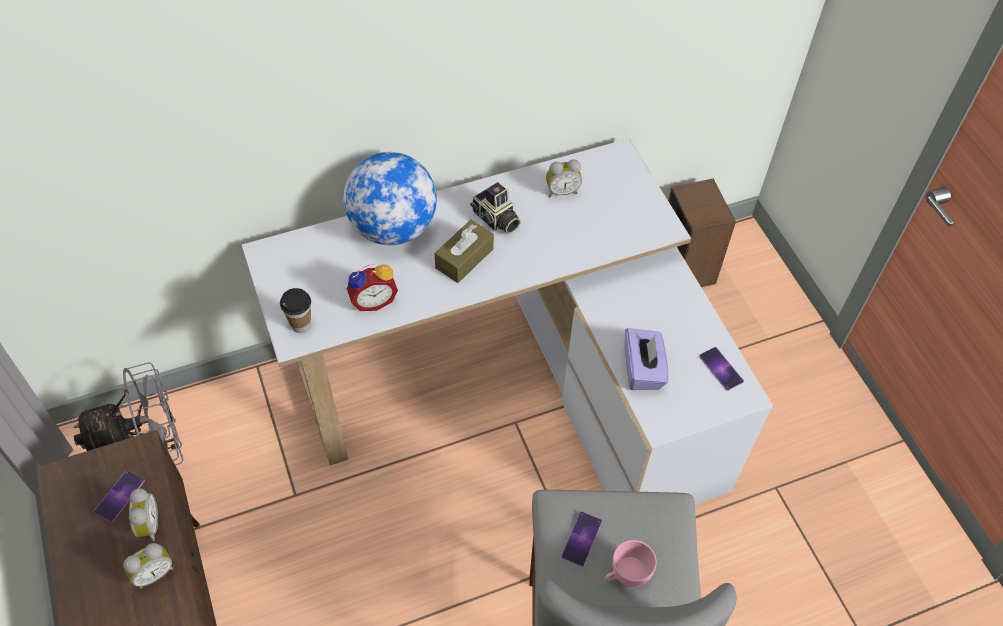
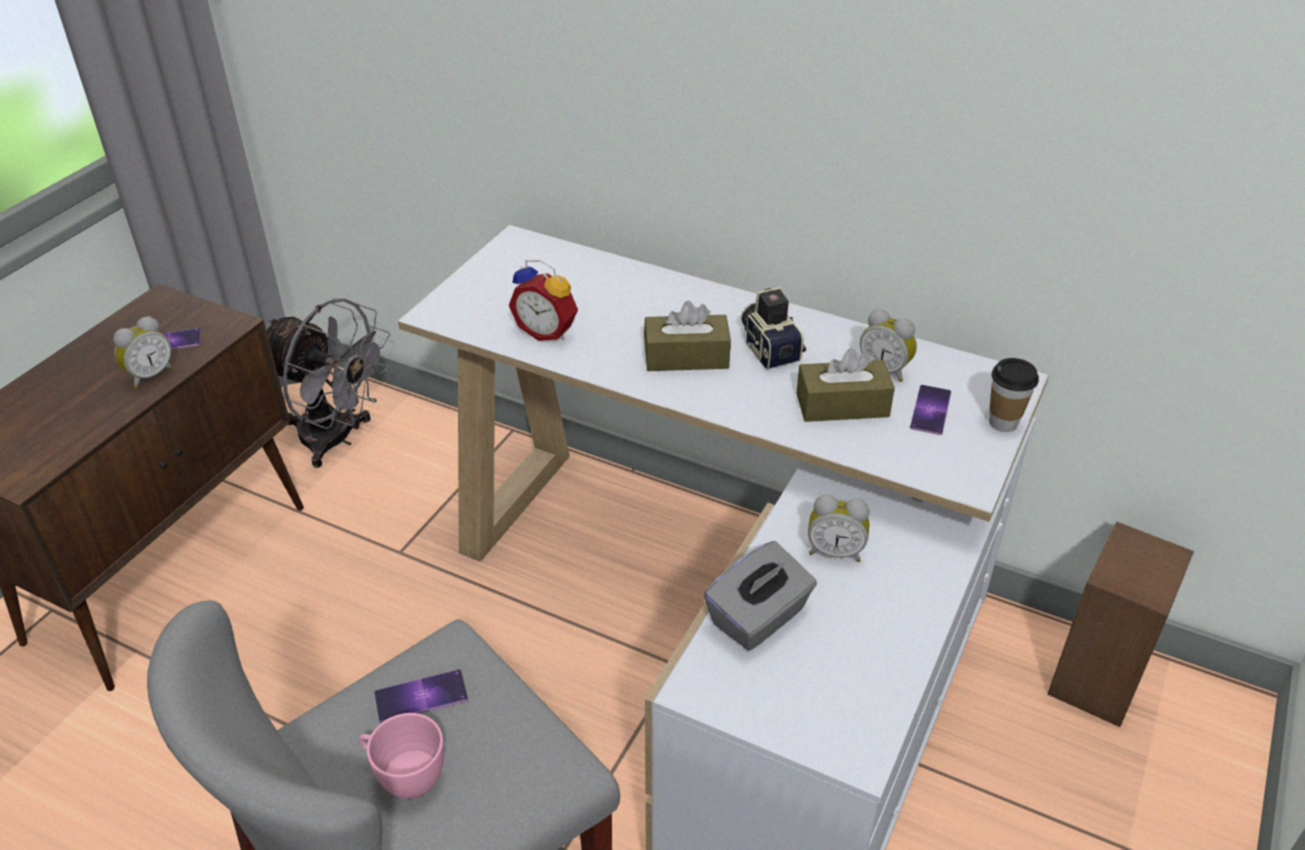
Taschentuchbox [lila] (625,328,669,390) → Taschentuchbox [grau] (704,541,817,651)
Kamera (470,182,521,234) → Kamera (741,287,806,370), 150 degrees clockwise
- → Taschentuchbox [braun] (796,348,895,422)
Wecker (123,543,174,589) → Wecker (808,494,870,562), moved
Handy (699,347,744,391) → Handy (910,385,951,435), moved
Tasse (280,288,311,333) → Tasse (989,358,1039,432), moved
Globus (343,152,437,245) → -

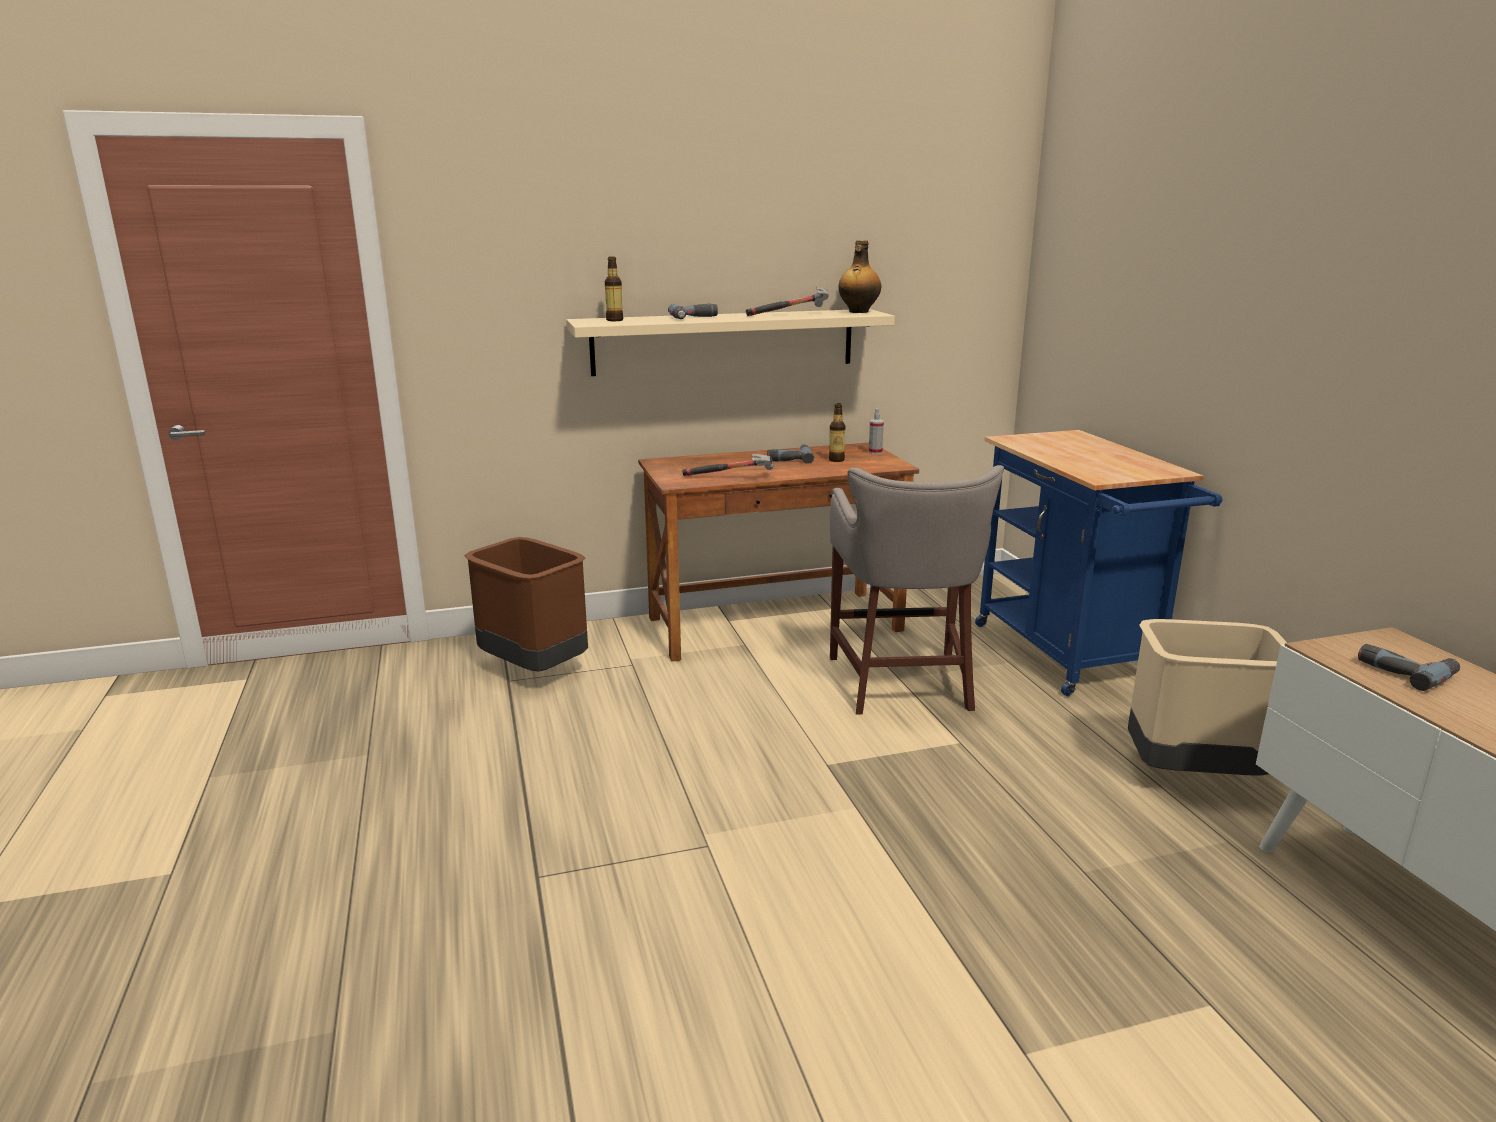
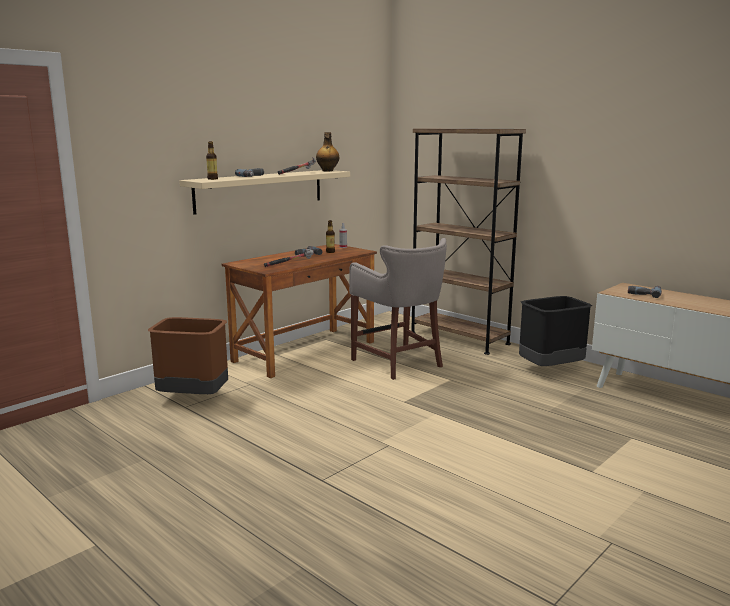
Rollwagen [blau] (975,430,1223,696) → Bücherregal [braun] (411,128,526,355)
Mülleimer [beige] (1128,619,1287,775) → Mülleimer [schwarz] (519,296,592,366)

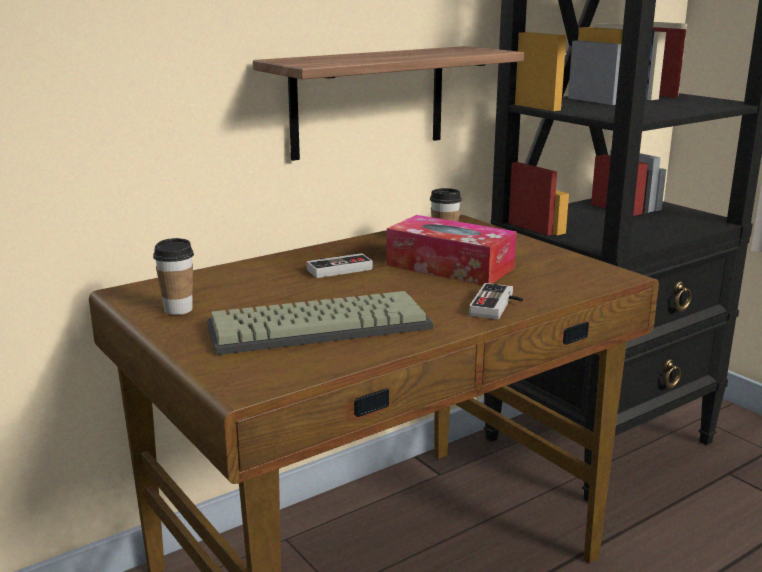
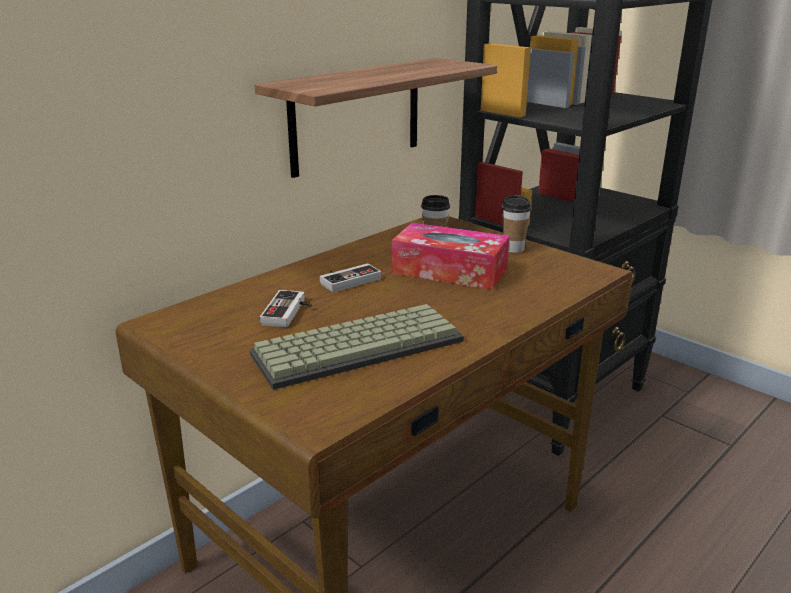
Gamepad (469,283,523,319) → Gamepad (260,290,312,327), moved
Tasse (153,238,194,315) → Tasse (502,195,532,253), moved

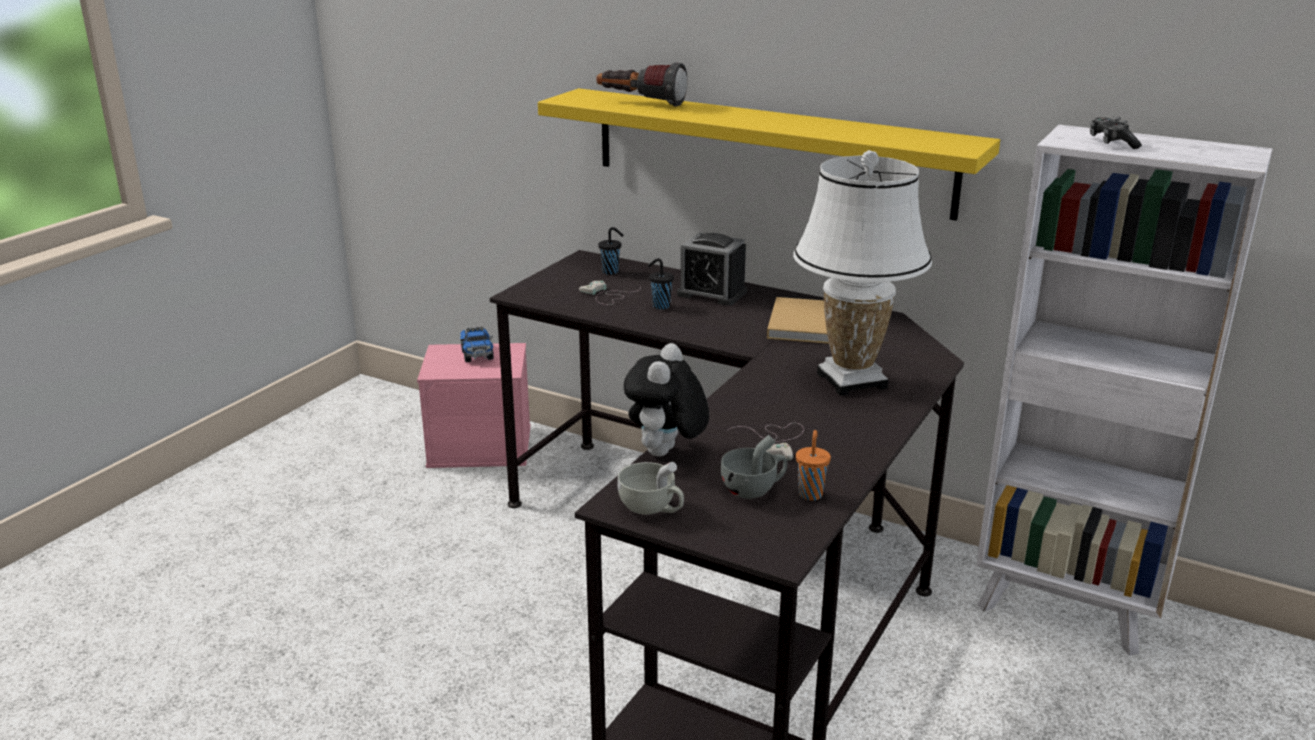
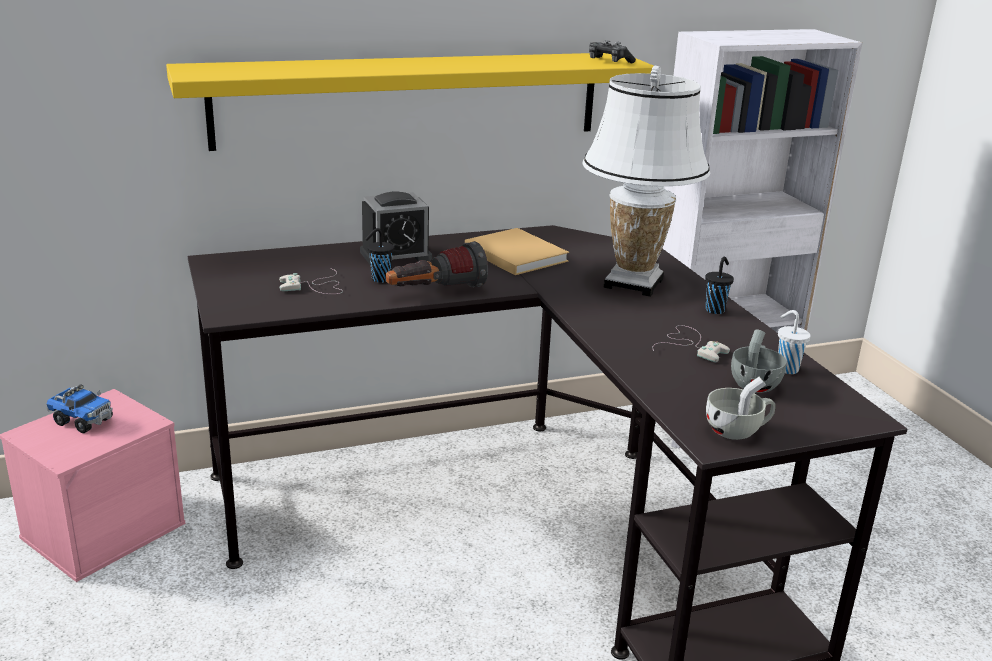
Taschenlampe (596,62,687,106) → Taschenlampe (385,241,488,287), moved
Gamepad (1090,117,1142,149) → Gamepad (589,40,636,63), moved
Tasse [schwarz] (598,227,624,275) → Tasse [schwarz] (705,257,734,314), moved
Tasse [orange] (796,430,831,501) → Tasse [weiß] (778,310,811,374)
Plüschtier (624,343,709,457) → -

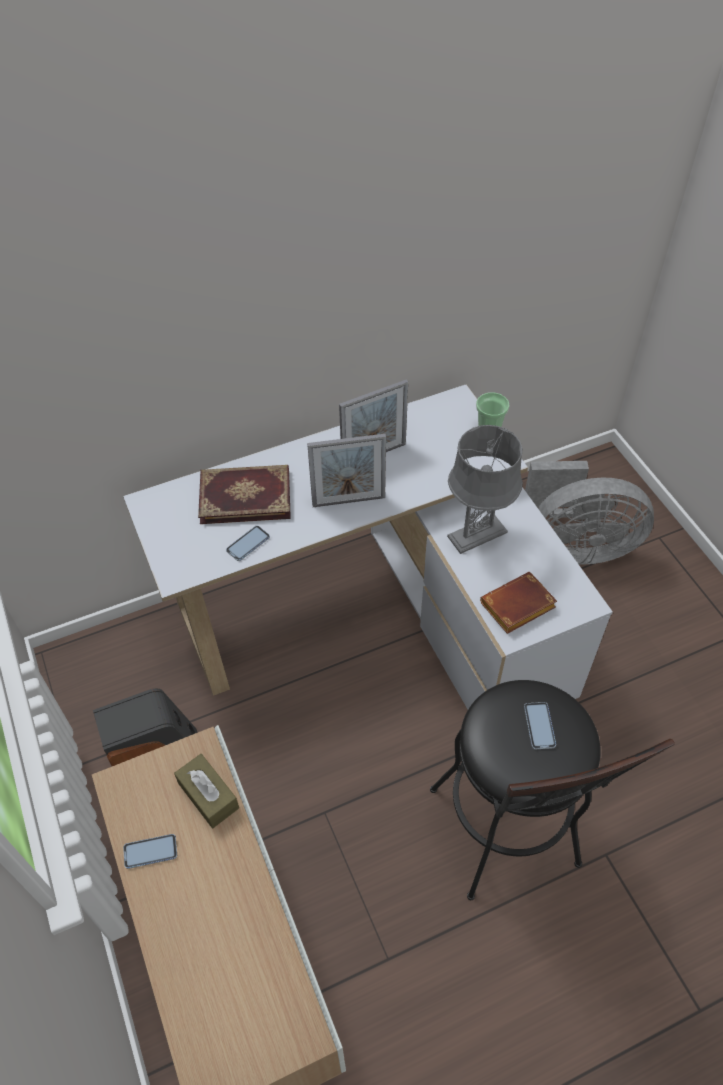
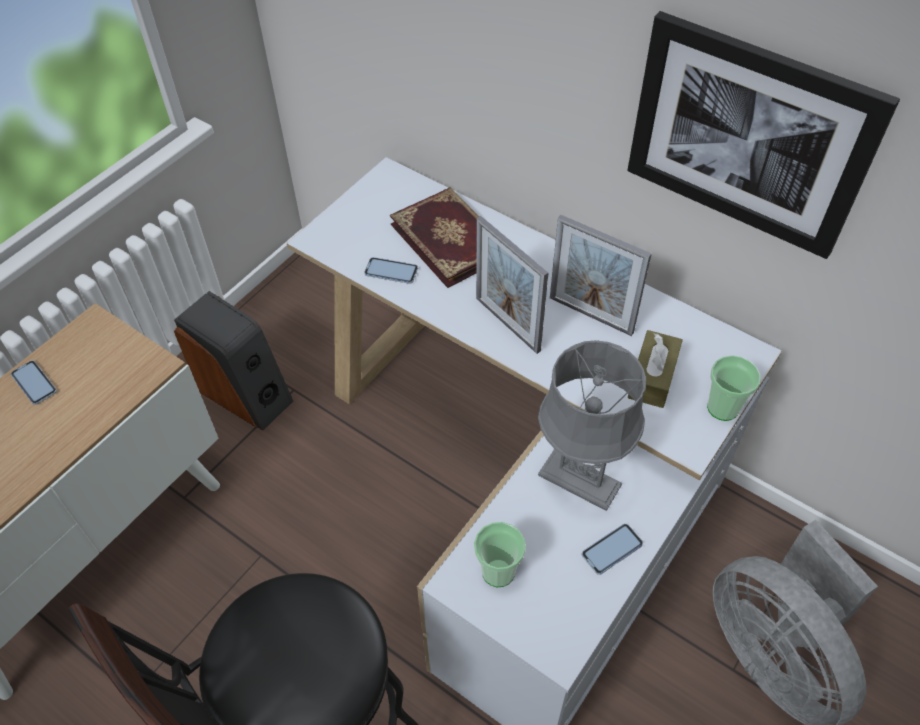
Buch [braun] (480,572,557,634) → Tasse (474,522,526,587)
Handy (524,702,556,749) → Handy (582,524,643,575), moved
- → Bild (627,11,900,259)
Taschentuchbox [braun] (174,754,239,828) → Taschentuchbox [braun] (627,330,683,408), moved

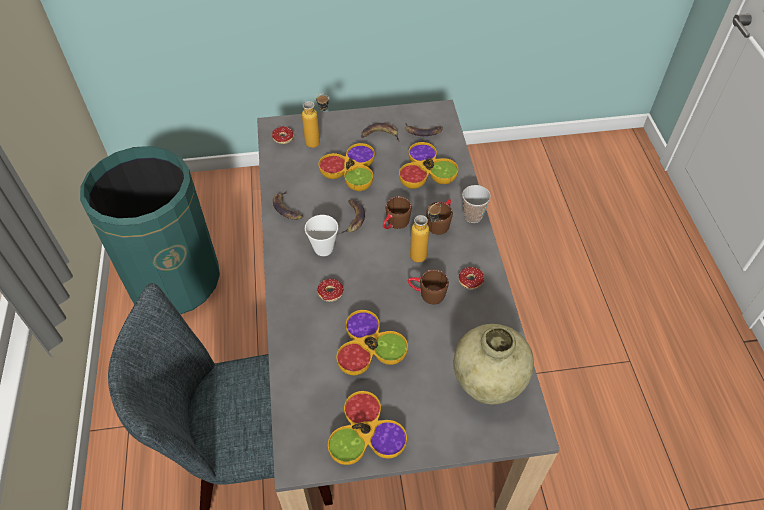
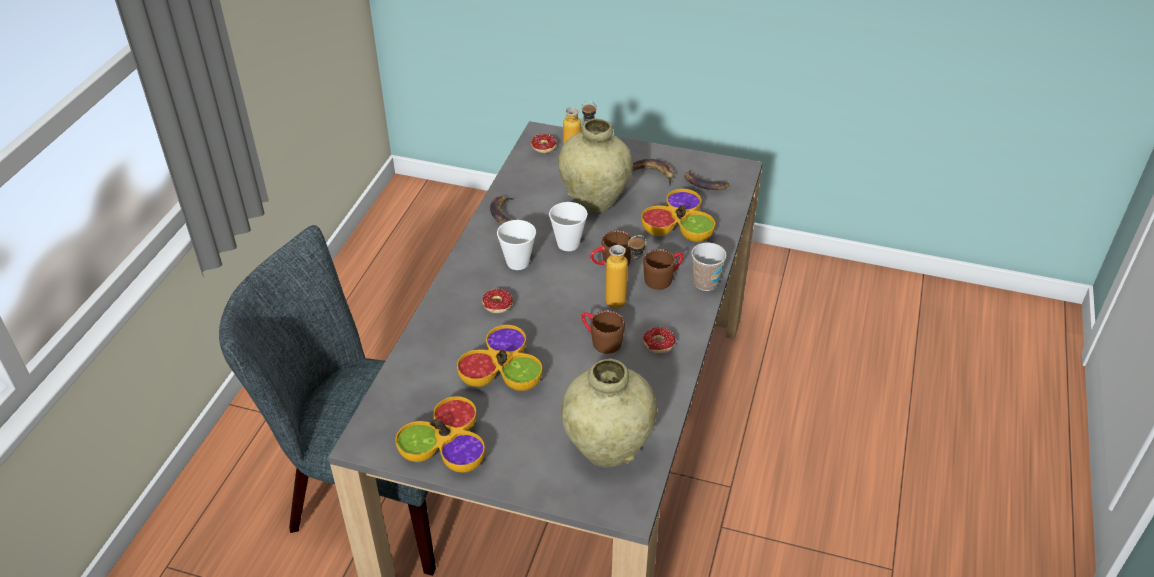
Banane (339,200,365,234) → Tasse (549,202,587,251)
Schüssel (319,143,375,191) → Vase [beige] (558,119,633,213)
Mülleimer [grün] (80,146,220,315) → -

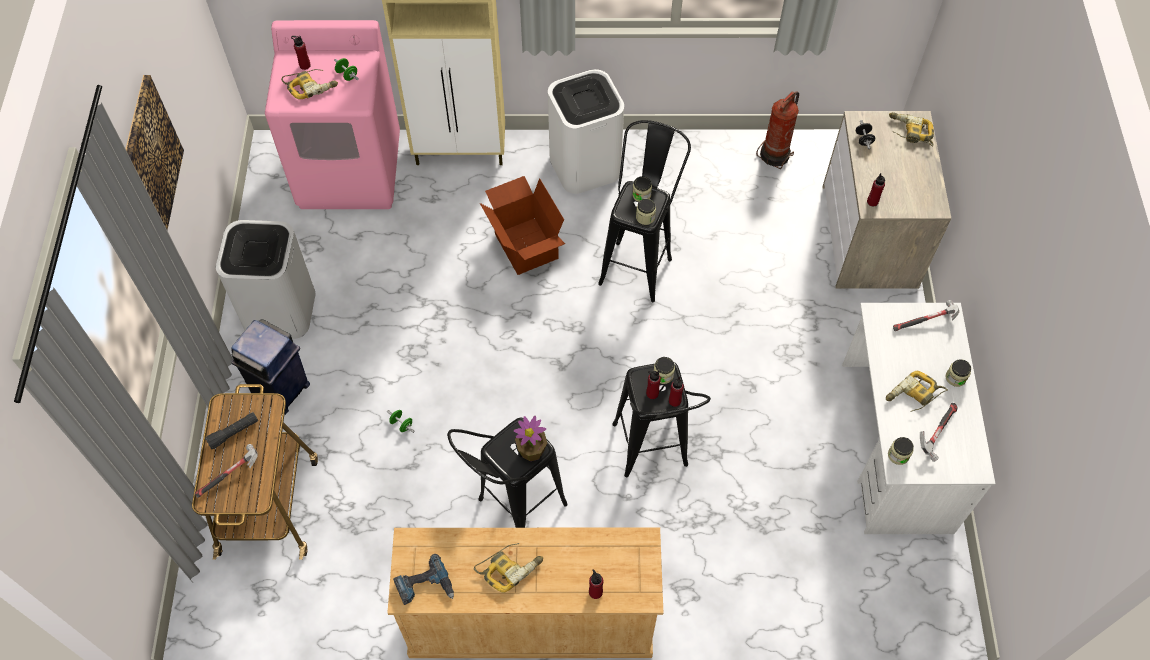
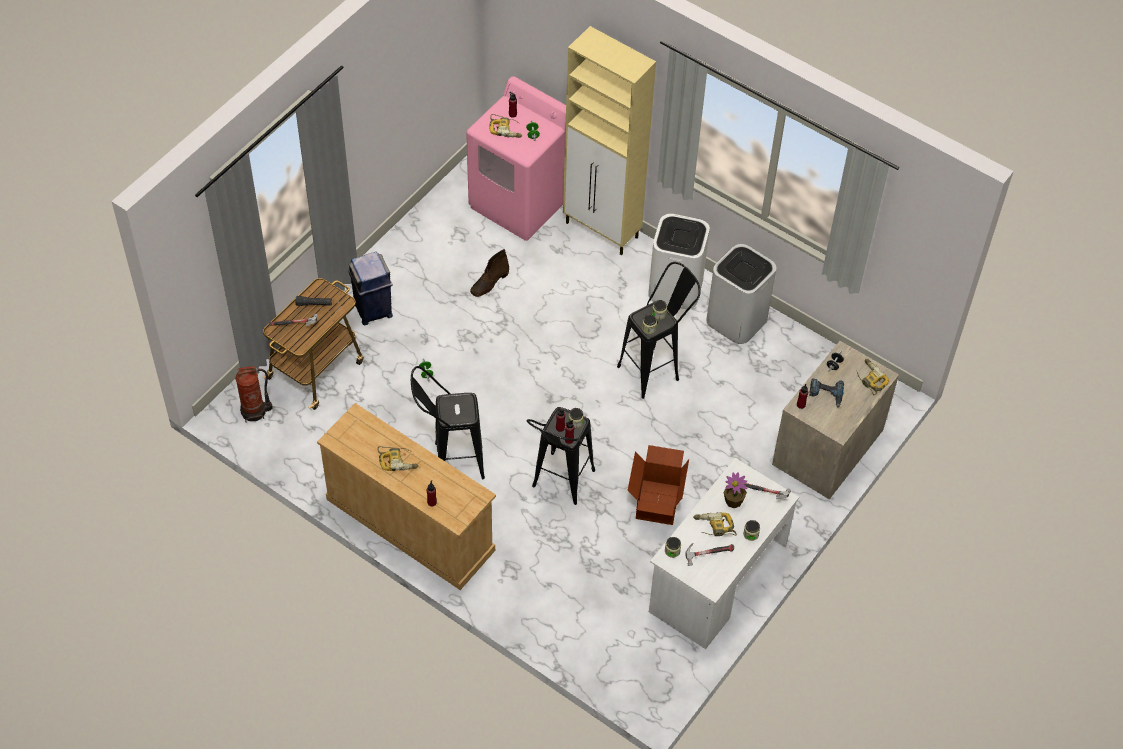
Feuerlöscher (756,91,799,169) → Feuerlöscher (235,366,273,423), moved
- → Stiefel [braun] (470,249,509,297)
Karton (480,176,565,275) → Karton (628,445,689,525), moved
Mülleimer [weiß] (216,220,315,339) → Mülleimer [weiß] (706,244,776,344), moved
Topfpflanze (514,416,547,461) → Topfpflanze (724,472,747,508), moved
Bohrmaschine (393,554,454,605) → Bohrmaschine (809,378,844,408), moved
Bild (126,75,184,230) → -

